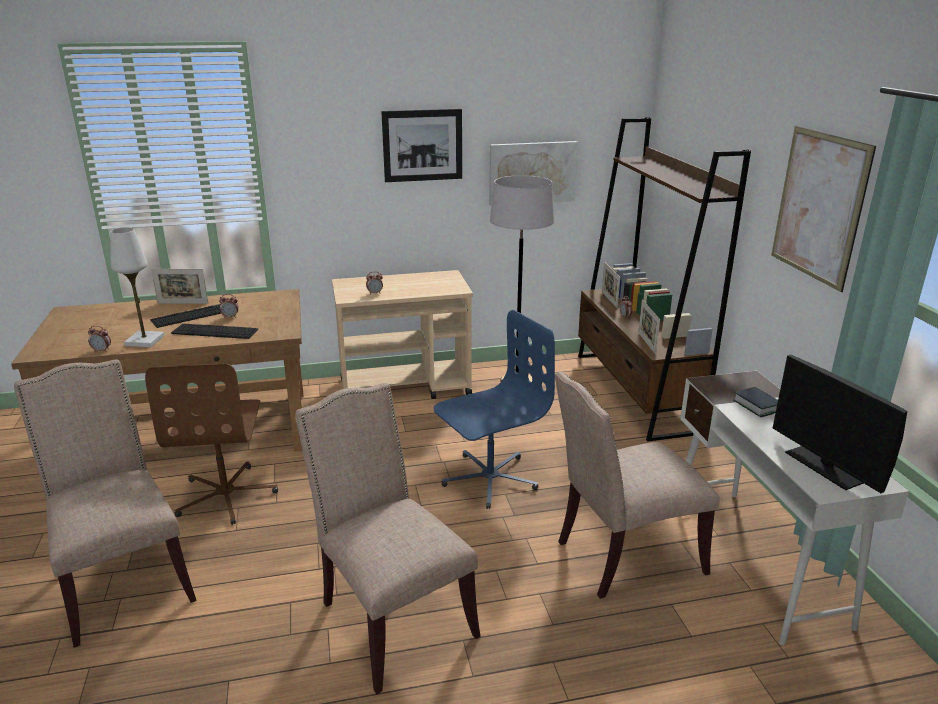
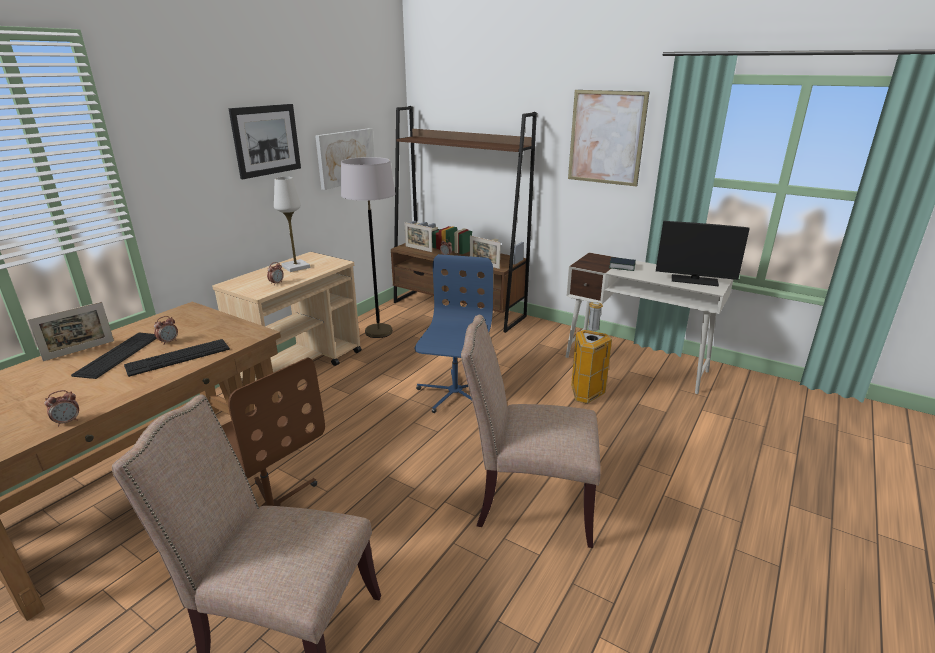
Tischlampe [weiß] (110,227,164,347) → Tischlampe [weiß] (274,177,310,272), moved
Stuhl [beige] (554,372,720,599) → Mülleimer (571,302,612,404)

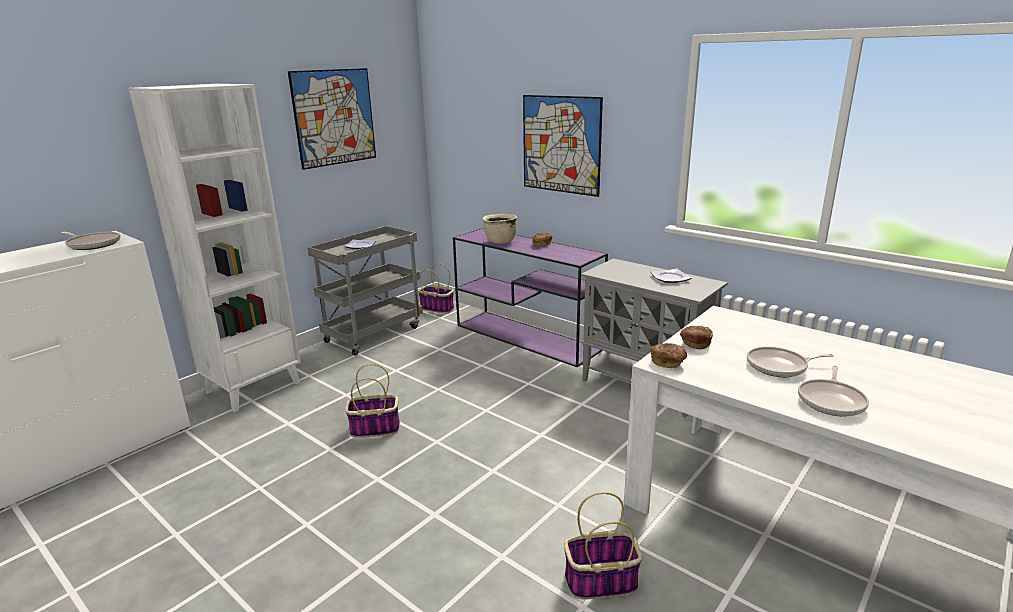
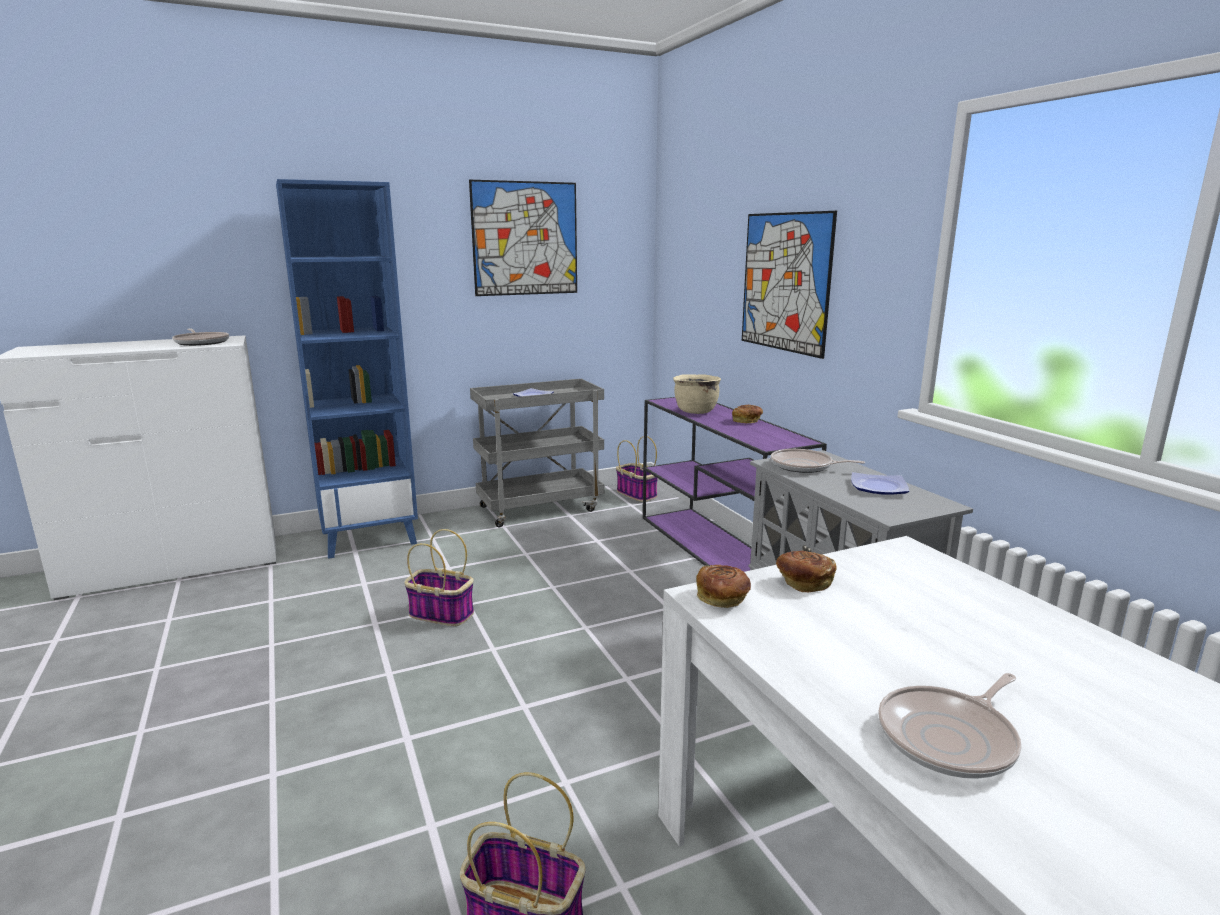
Bücherregal [weiß] (128,84,301,412) → Bücherregal [blau] (276,179,418,559)
Pfanne (747,347,834,377) → Pfanne (771,449,865,473), moved

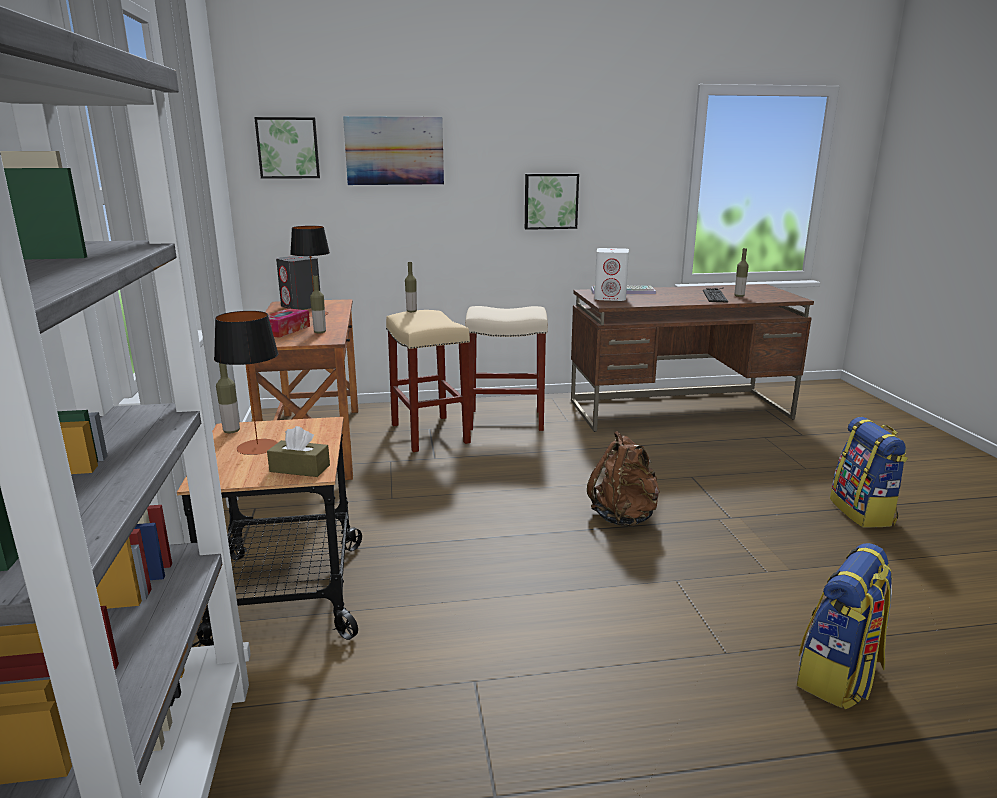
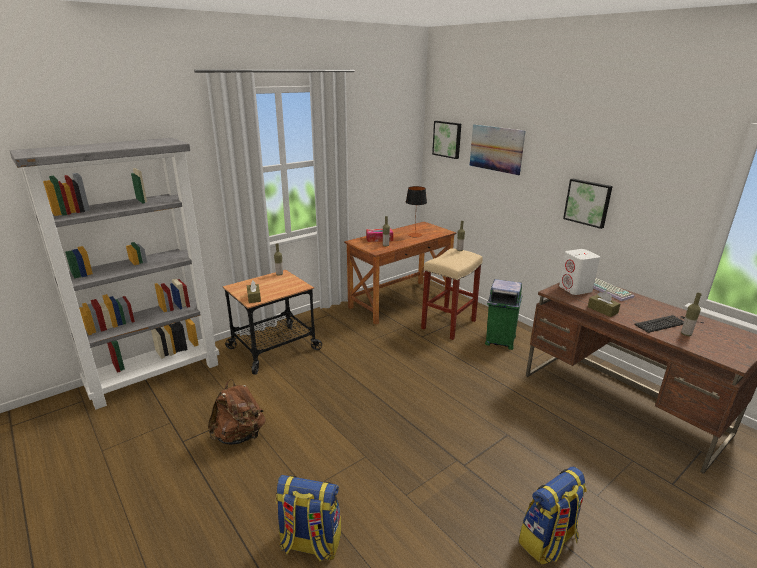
Rucksack [braun] (587,431,660,527) → Rucksack [braun] (208,379,266,445), moved
Hocker [beige] (465,306,548,431) → Mülleimer [grün] (485,279,522,350)
- → Taschentuchbox [braun] (588,291,620,317)
Tischlampe (214,311,279,455) → -
Lautsprecher [grau] (276,256,320,310) → -

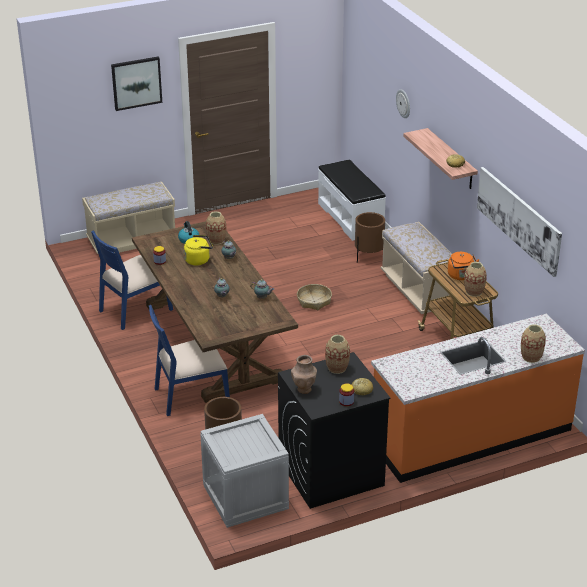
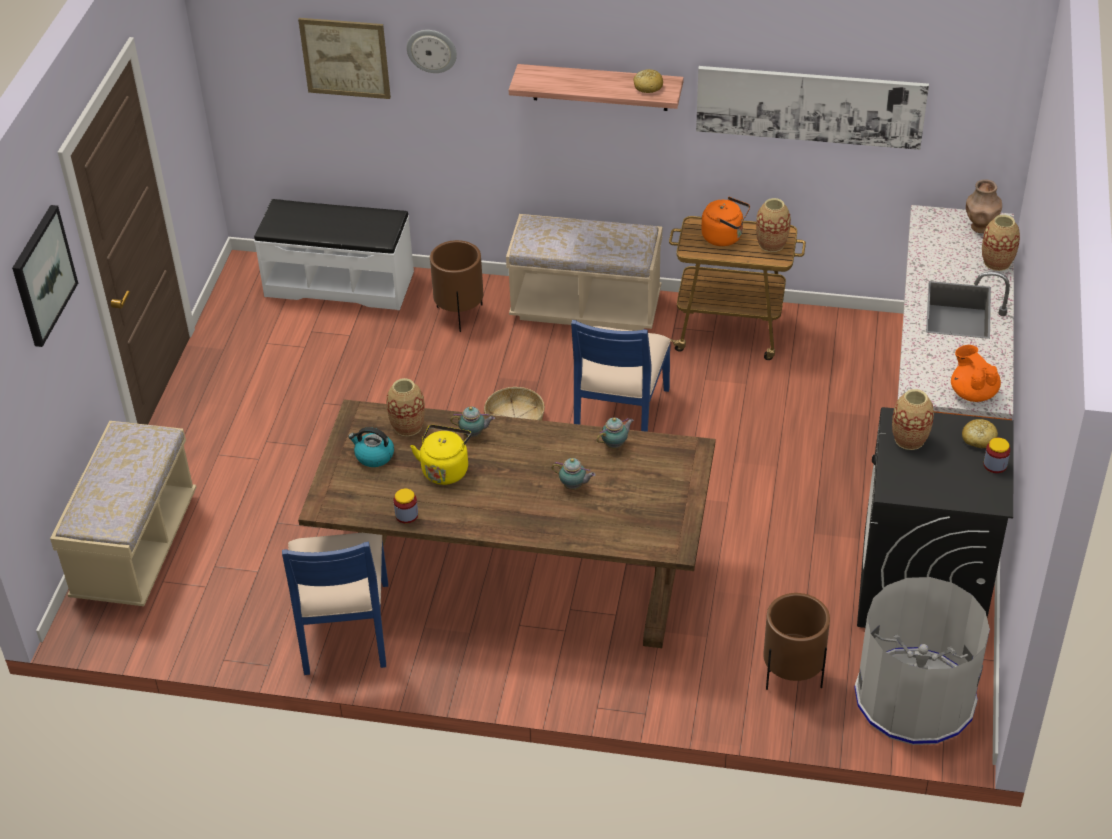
- → Bild (298,18,391,99)
Stuhl [blau] (149,305,230,416) → Stuhl [blau] (571,320,671,432), moved
Kiste (200,414,289,528) → Mülleimer [grau] (854,577,990,745)
- → Teekanne [orange] (951,345,1001,402)
Vase [braun] (291,355,317,394) → Vase [braun] (966,179,1002,233), moved

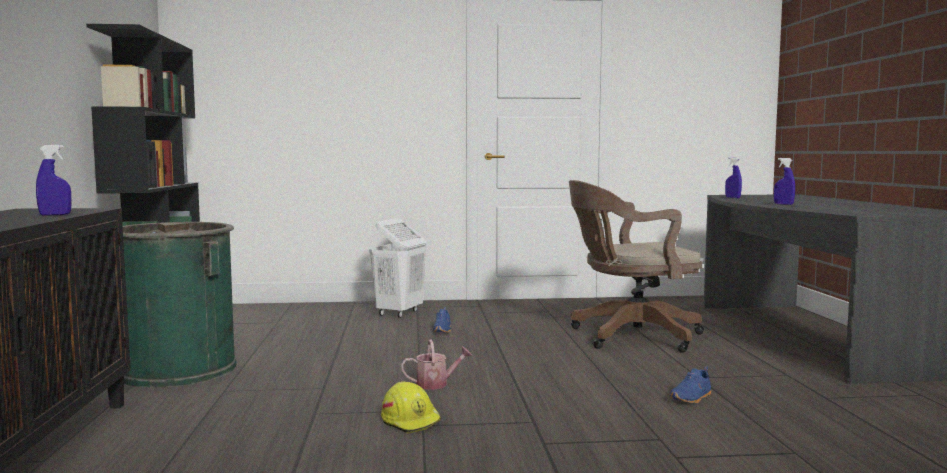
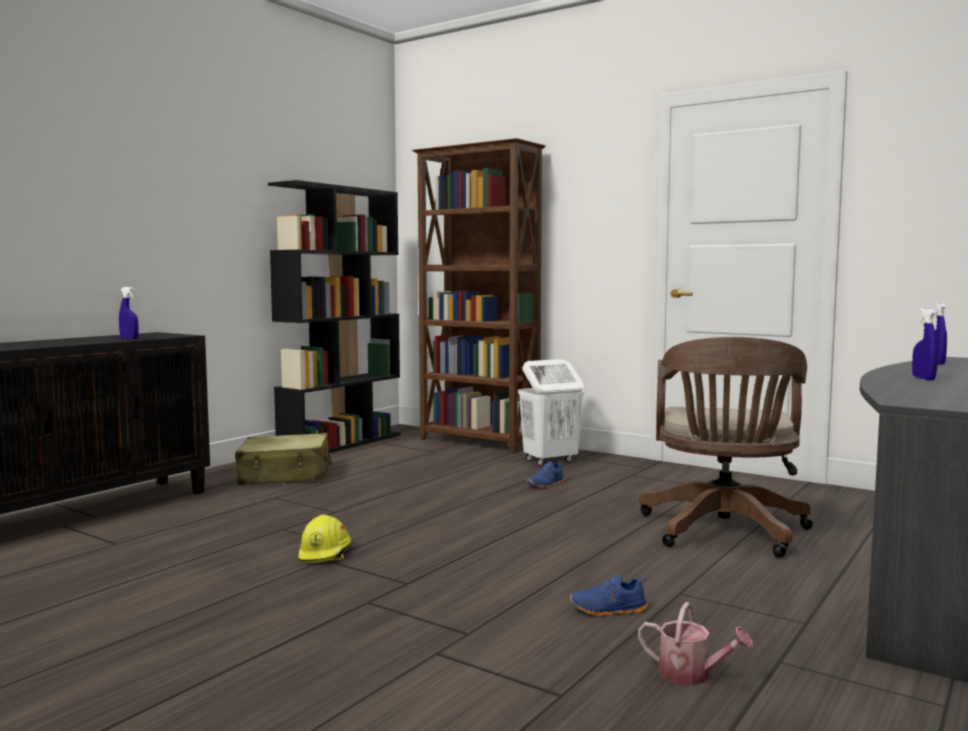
Mülleimer [grün] (123,222,237,388) → Koffer [beige] (235,433,332,485)
- → Bücherregal [braun] (412,138,546,454)
Gießkanne (401,339,472,390) → Gießkanne (638,602,753,685), moved
Bürostuhl [braun] (569,180,704,353) → Bürostuhl [braun] (639,337,813,558), 105 degrees counterclockwise

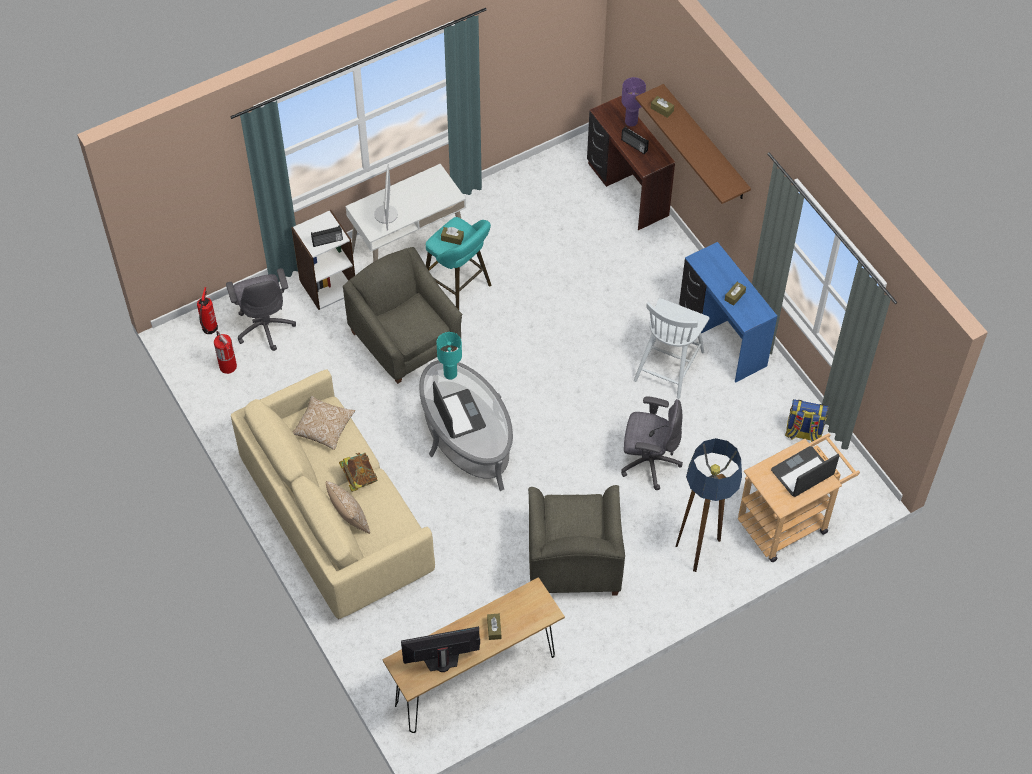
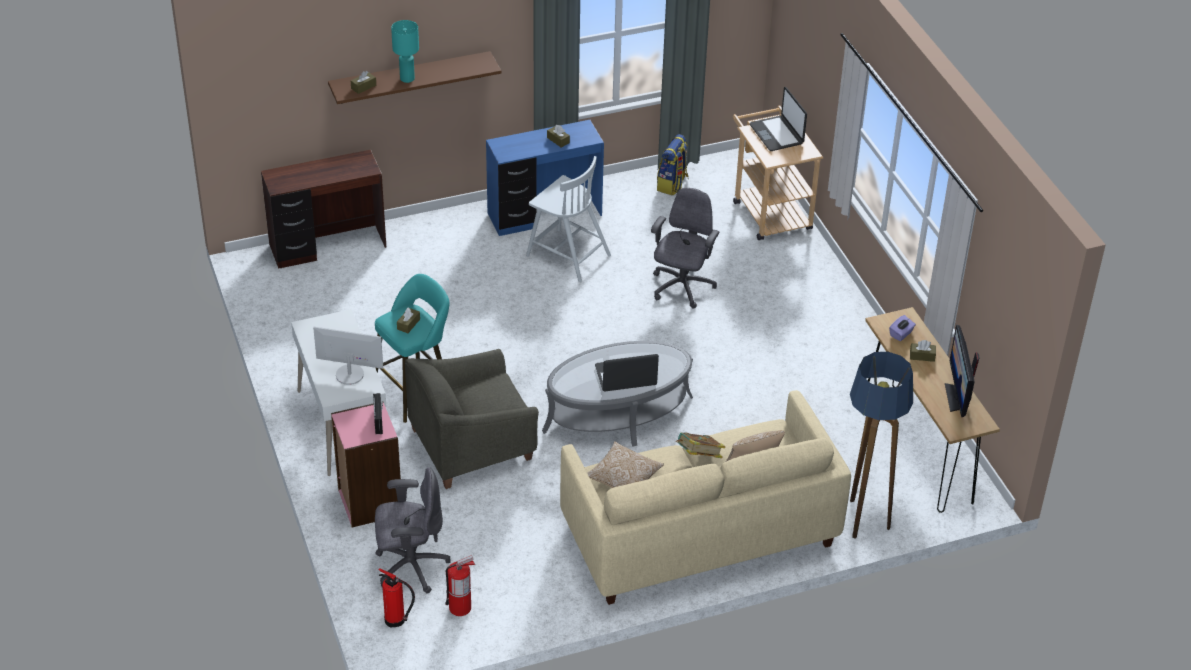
Bücherregal [weiß] (291,210,355,310) → Bücherregal [rosa] (331,402,401,527)
Tischlampe [türkis] (437,332,462,380) → Tischlampe [türkis] (391,20,419,83), moved
Stehlampe (676,438,742,572) → Stehlampe (850,352,913,539), moved
- → Taschentuchbox [lila] (889,315,916,341)
Sessel [grau] (528,485,625,596) → -
Tischlampe [lila] (621,77,646,127) → -
Radio (621,127,649,154) → -

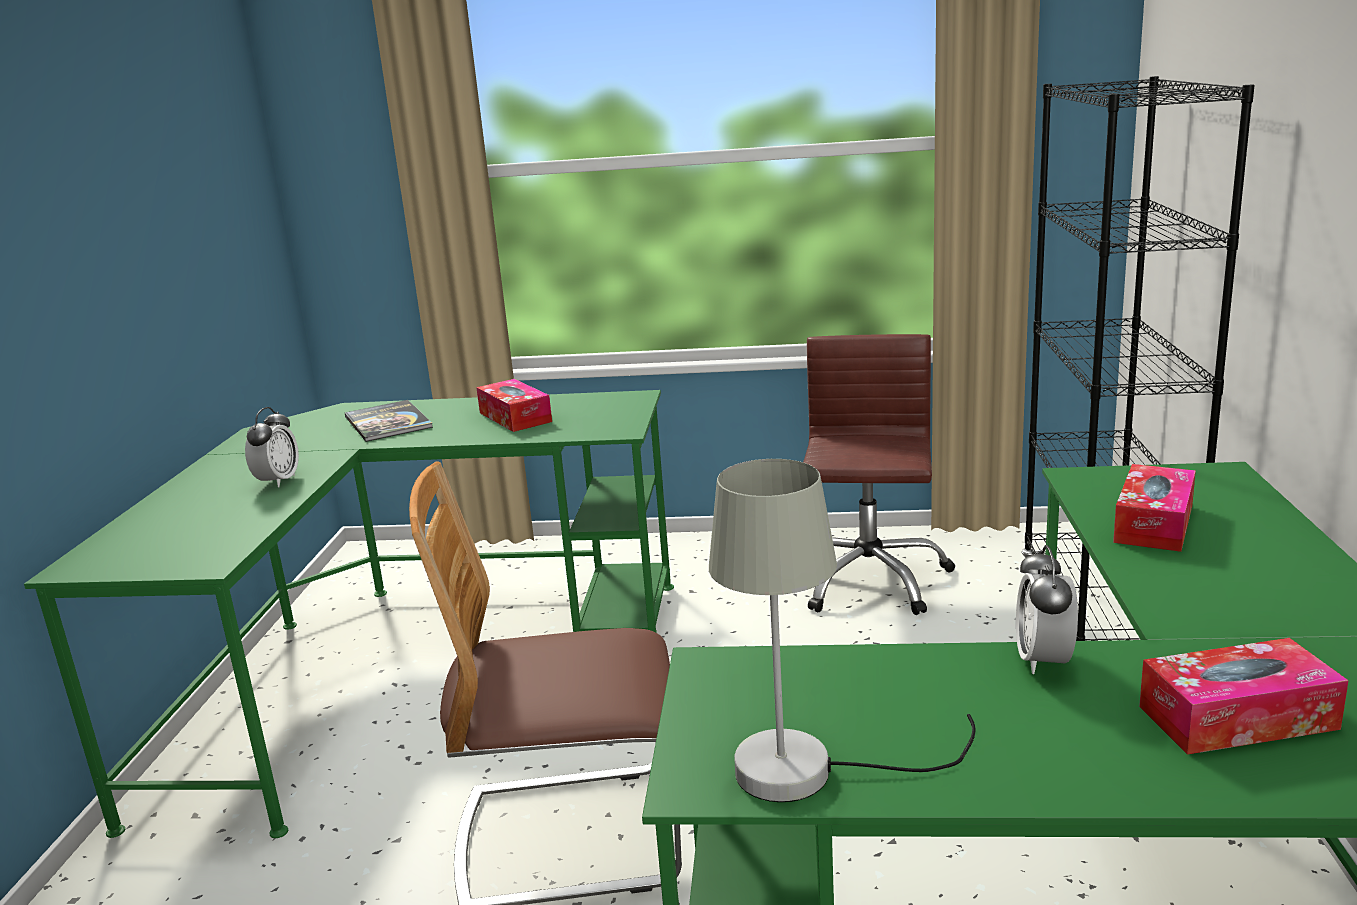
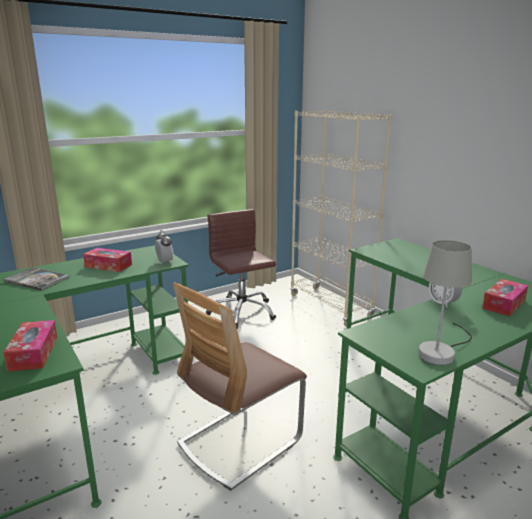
Taschentuchbox (1113,464,1196,552) → Taschentuchbox (4,320,57,372), moved
Wecker (245,407,299,487) → Wecker (155,230,174,263), moved
Bücherregal [schwarz] (1021,76,1255,641) → Bücherregal [beige] (290,110,392,327)

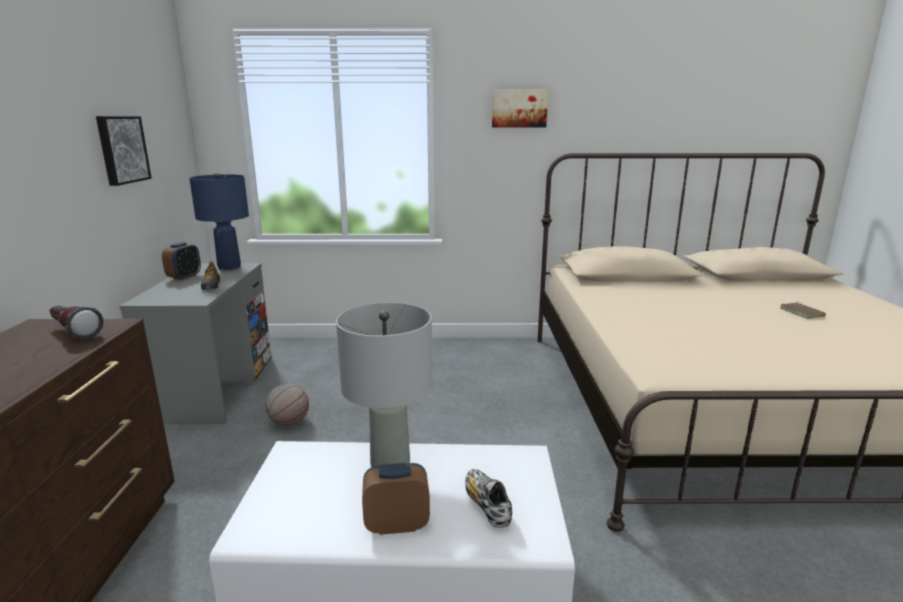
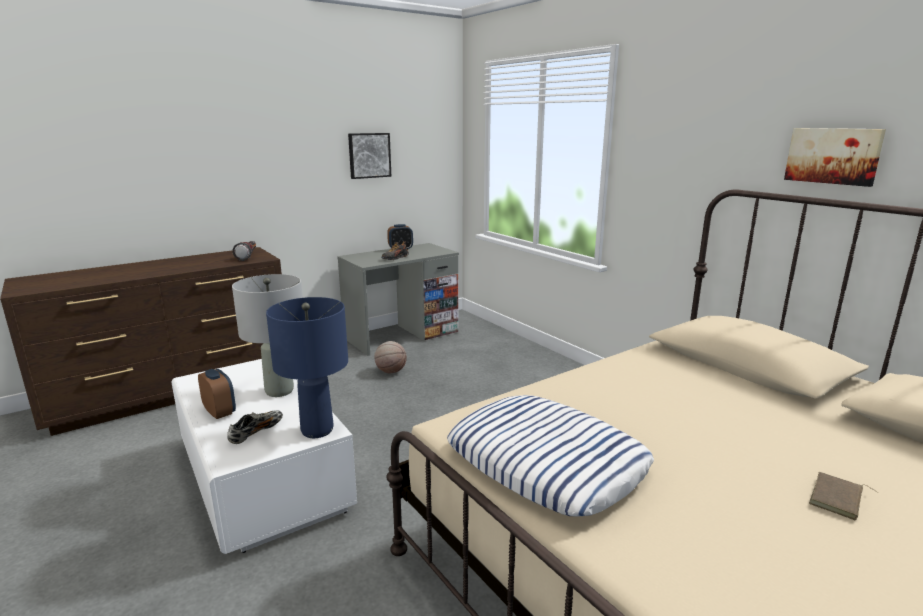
Tischlampe [blau] (189,173,249,270) → Tischlampe [blau] (266,297,348,438), moved
- → Kissen (447,395,654,517)
Bild (492,90,548,128) → Bild (784,128,886,187), moved

